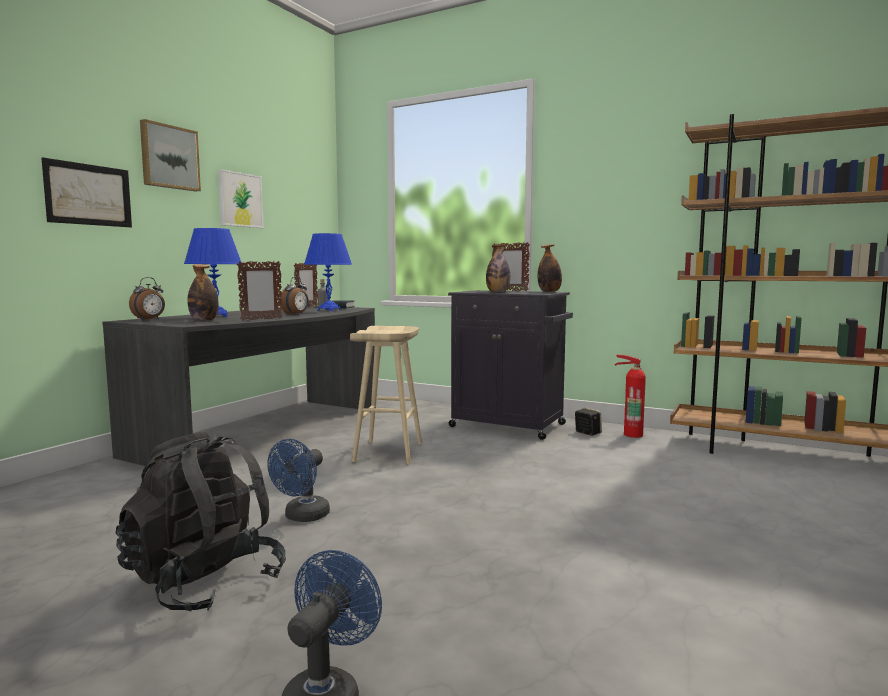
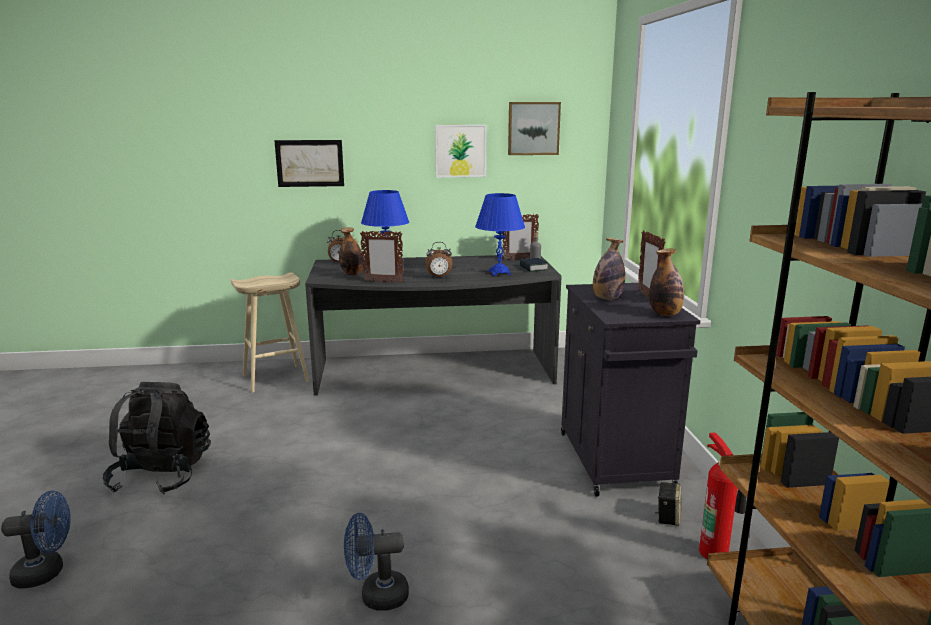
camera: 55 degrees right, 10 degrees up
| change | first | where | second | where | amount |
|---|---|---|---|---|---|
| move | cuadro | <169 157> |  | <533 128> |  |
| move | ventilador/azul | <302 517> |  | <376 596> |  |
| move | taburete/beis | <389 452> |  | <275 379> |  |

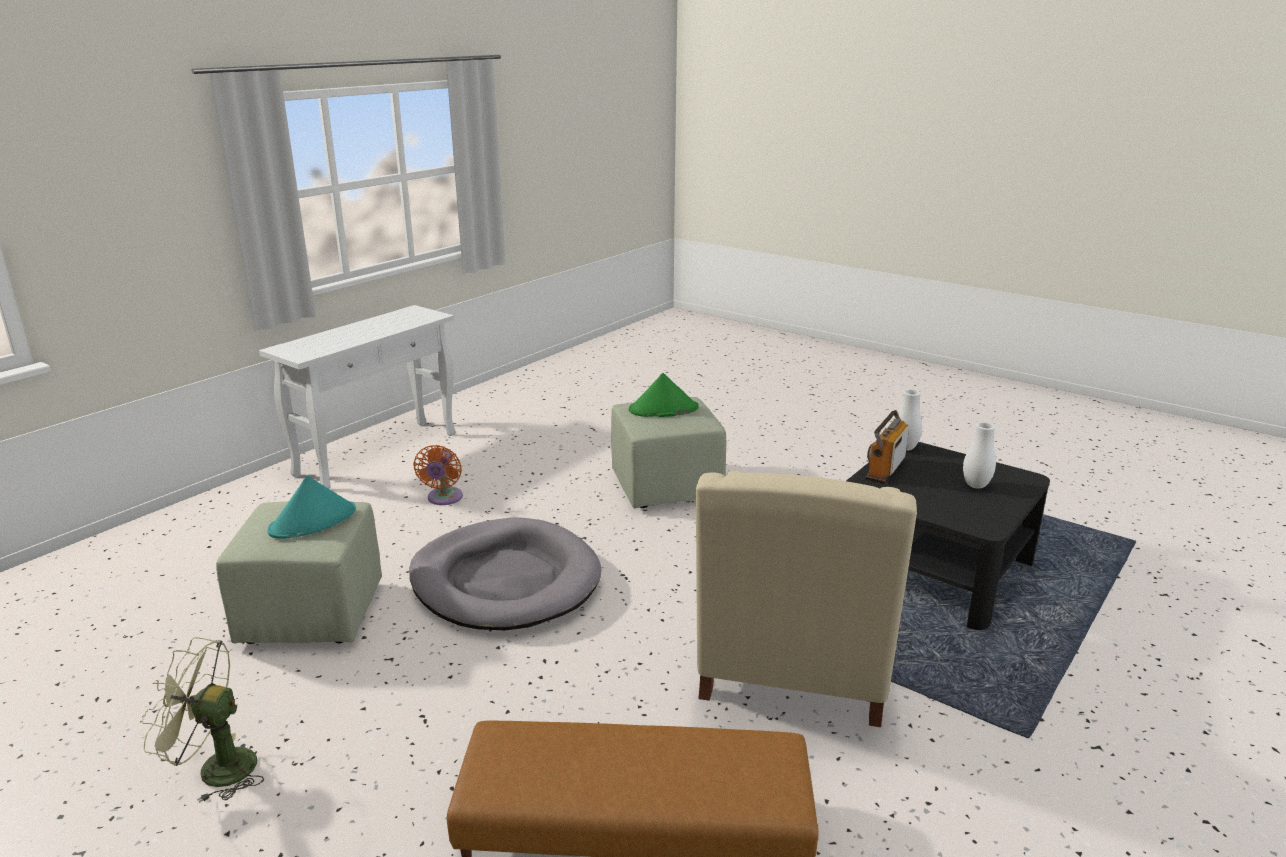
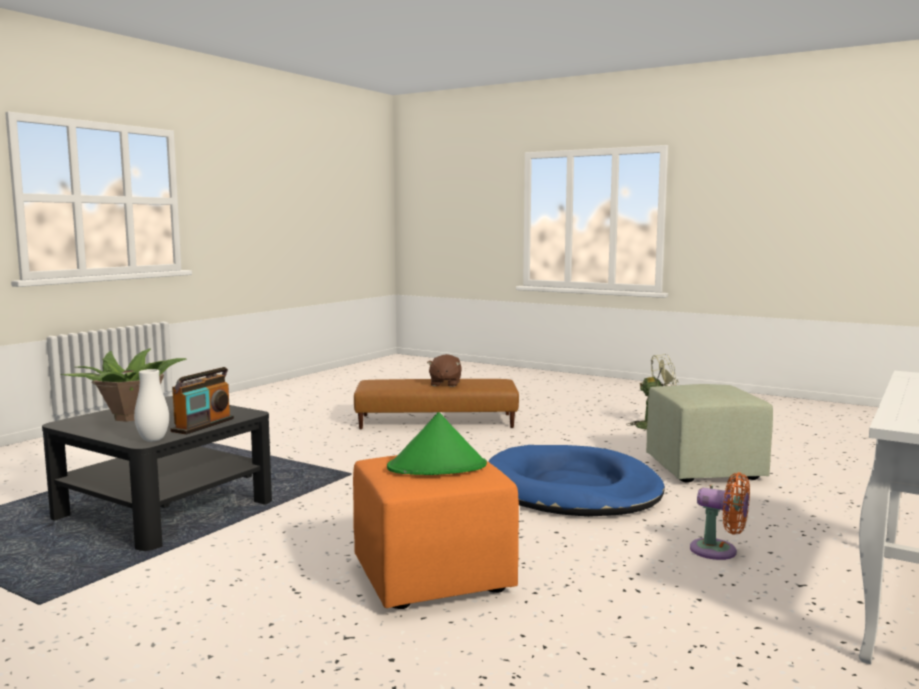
camera: 175 degrees right, 15 degrees down
| change | first | where | second | where | amount |
|---|---|---|---|---|---|
| delete | sombrero/turquesa | <313 521> |  |  |  |
| recolor | cama para perro/gris | <505 581> | cama para perro/azul | <571 489> |  |
| rotate | ventilador/naranja | <444 499> |  | <718 551> | 120 degrees clockwise |
| recolor | puf/verde | <667 486> | puf/naranja | <431 578> |  |
| delete | sillón/beis | <794 662> |  |  |  |
| replace | florero/blanco | <976 485> | planta en maceta | <130 418> |  |
| insert |  |  | peluche/marrón | <445 384> |  |

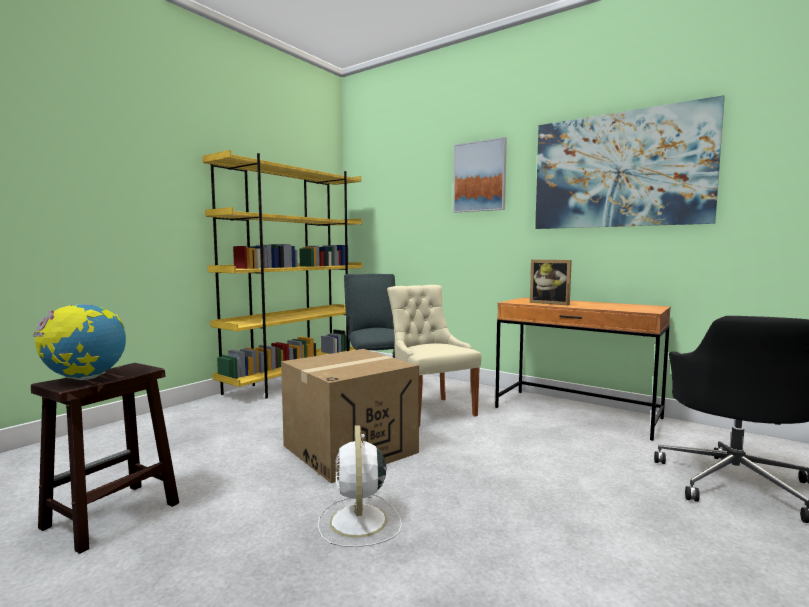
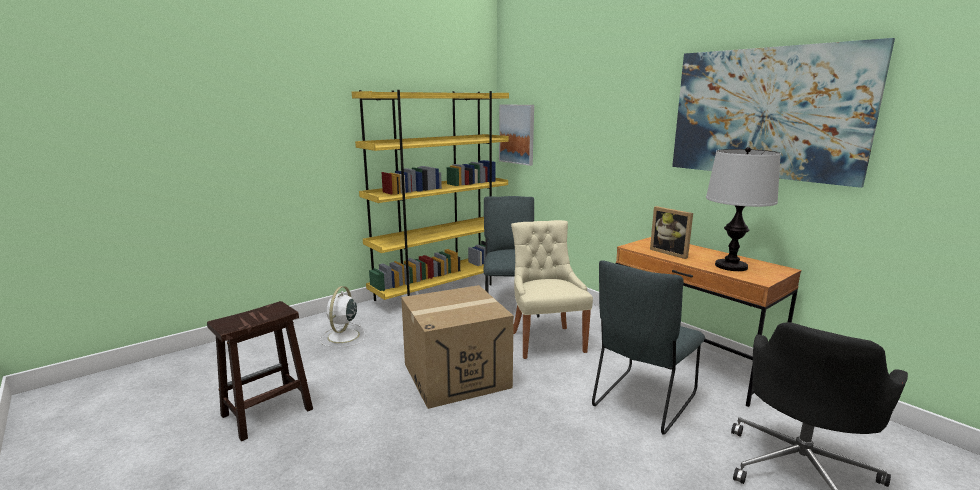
camera: 15 degrees right, 10 degrees up
| change | first | where | second | where | amount |
|---|---|---|---|---|---|
| delete | globo terráqueo | <85 378> |  |  |  |
| move | ventilador/blanco | <358 522> |  | <343 337> |  |
| move | cuadro | <480 176> |  | <517 134> |  |
| insert |  |  | silla/gris | <642 403> |  |
| insert |  |  | lámpara de mesa | <730 266> |  |

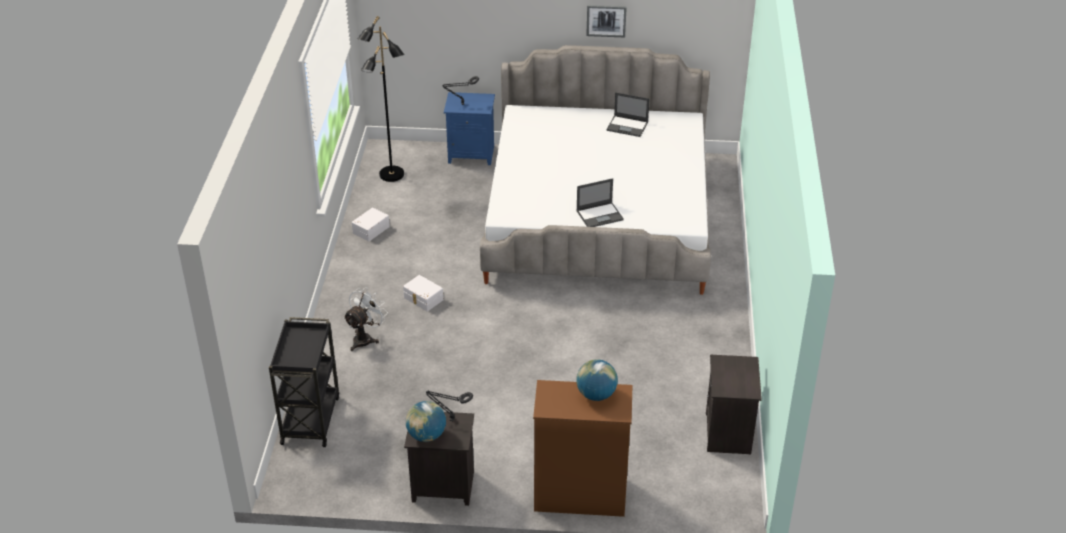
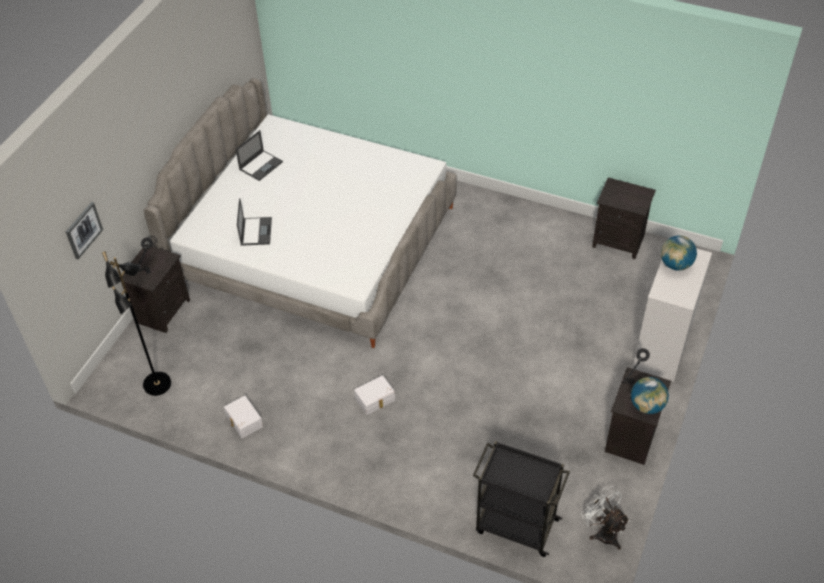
camera: 70 degrees left, 10 degrees up
| change | first | where | second | where | amount |
|---|---|---|---|---|---|
| move | ventilador/blanco | <365 338> |  | <603 532> |  |
| recolor | mesita de noche/azul | <472 154> | mesita de noche/negro | <162 310> |  |
| recolor | cómoda/marrón | <579 495> | cómoda/blanco | <662 348> |  |
| move | portátil | <600 215> |  | <256 231> |  |
| move | cuadro | <606 20> |  | <83 230> |  |

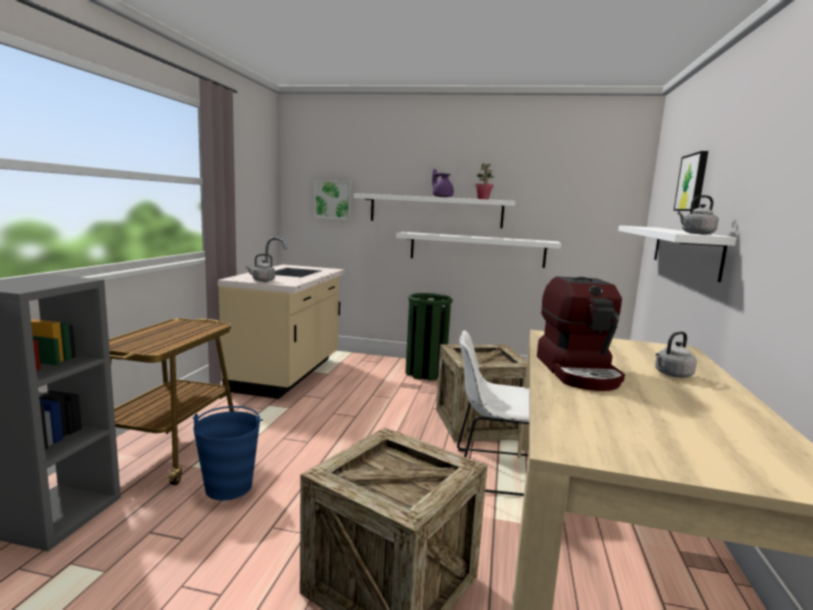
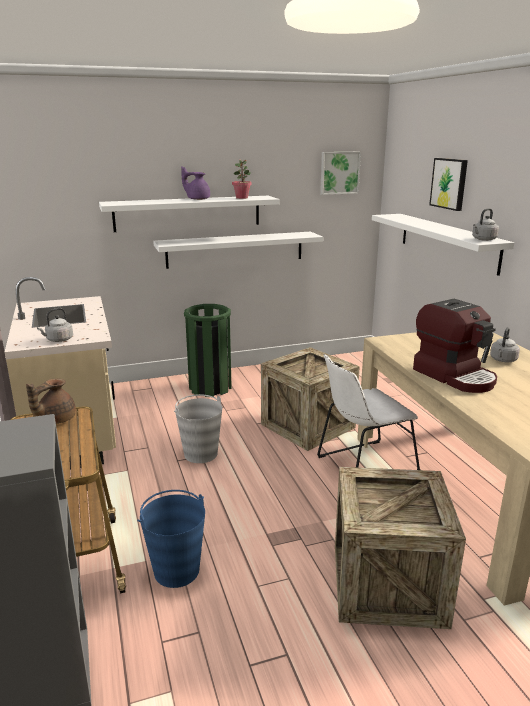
camera: 30 degrees left, 10 degrees up
| change | first | where | second | where | amount |
|---|---|---|---|---|---|
| move | cuadro | <333 199> |  | <339 173> |  |
| insert |  |  | tetera/marrón | <55 419> |  |
| insert |  |  | cubo/gris | <200 454> |  |

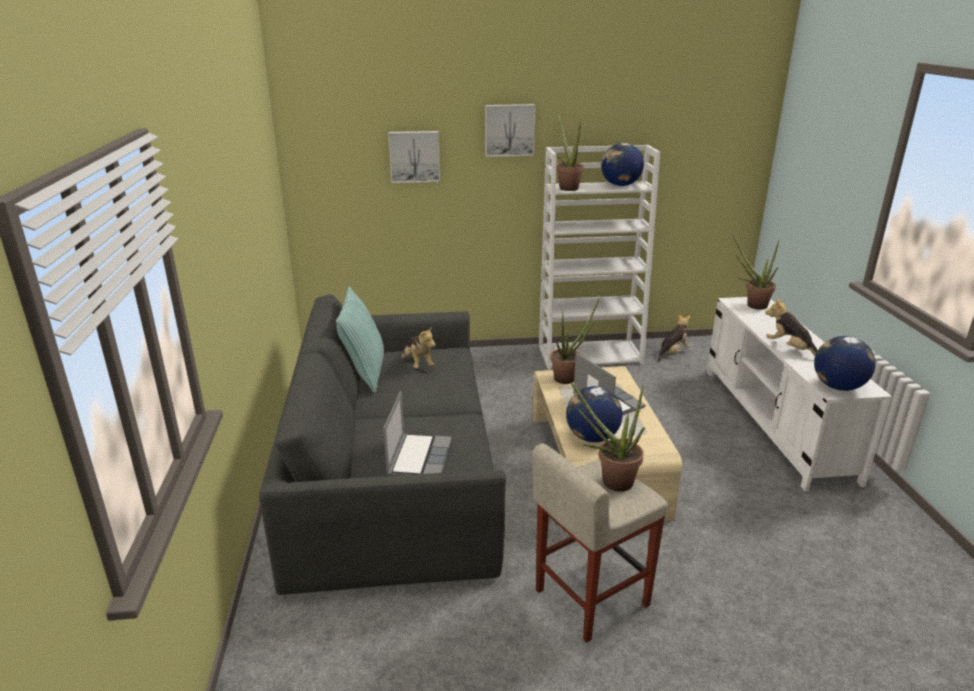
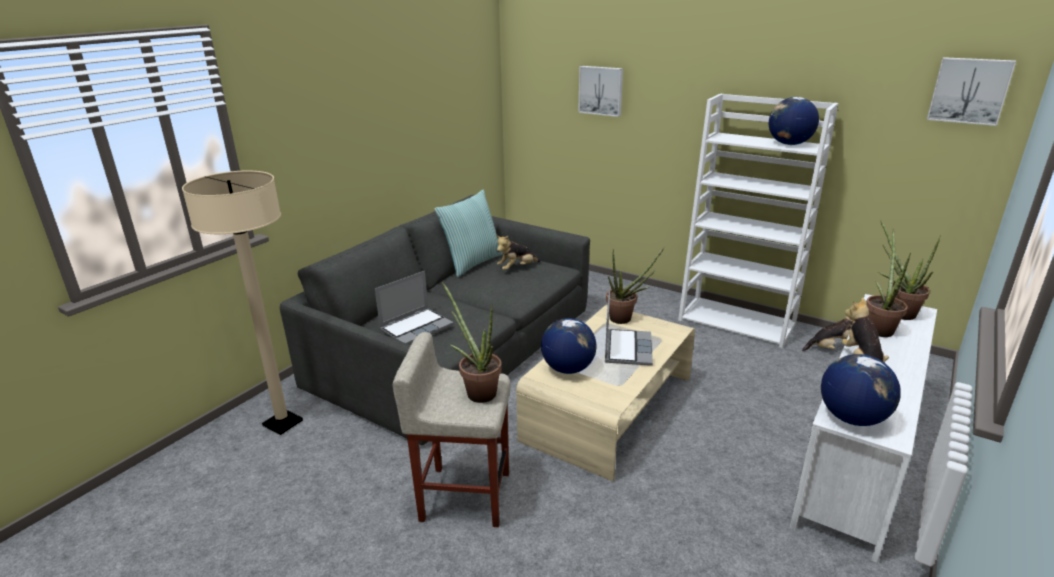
camera: 40 degrees right, 0 degrees up
| change | first | where | second | where | amount |
|---|---|---|---|---|---|
| rotate | peluche | <417 364> |  | <517 268> | 45 degrees clockwise |
| move | cuadro | <509 130> |  | <969 90> |  |
| move | planta en maceta | <566 187> |  | <878 328> |  |
| insert |  |  | lámpara de pie/beis | <283 423> |  |

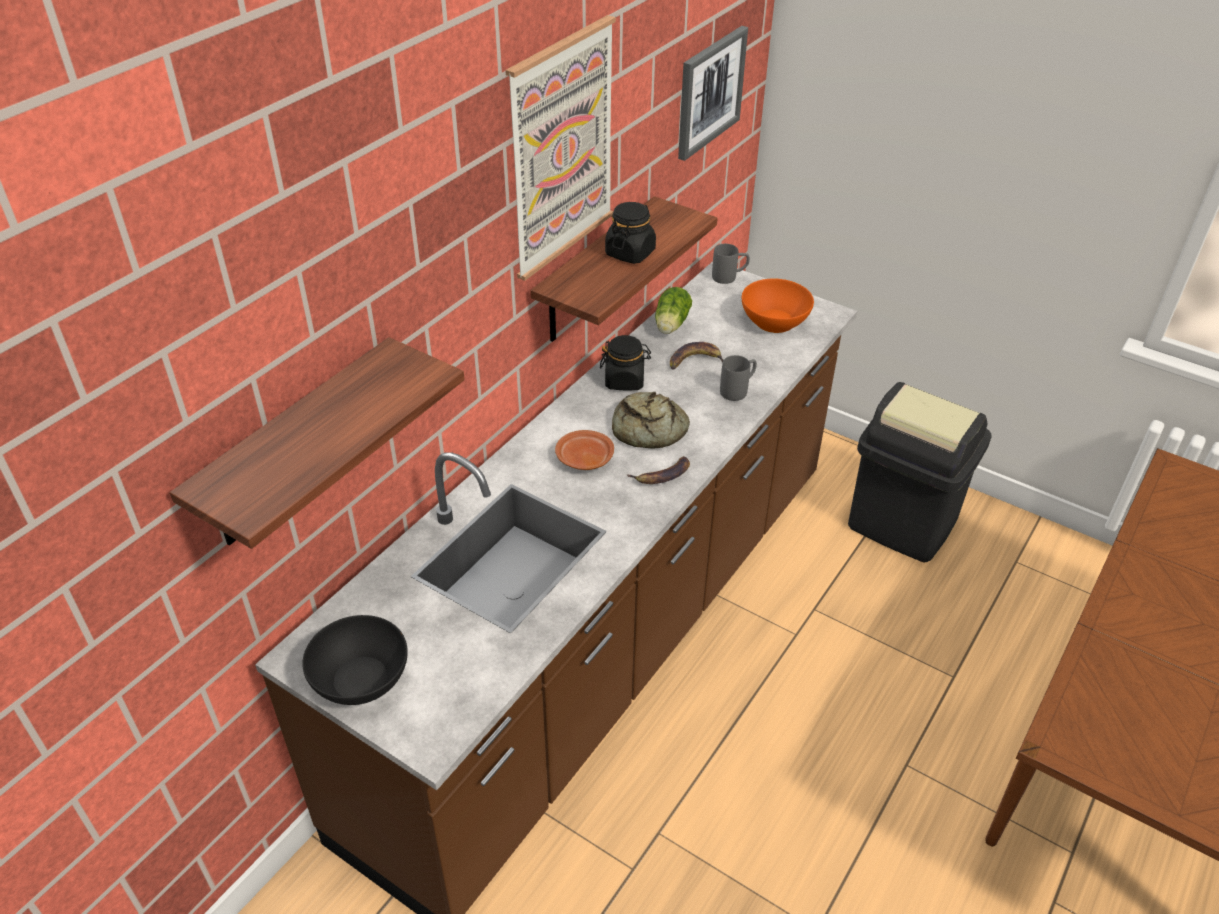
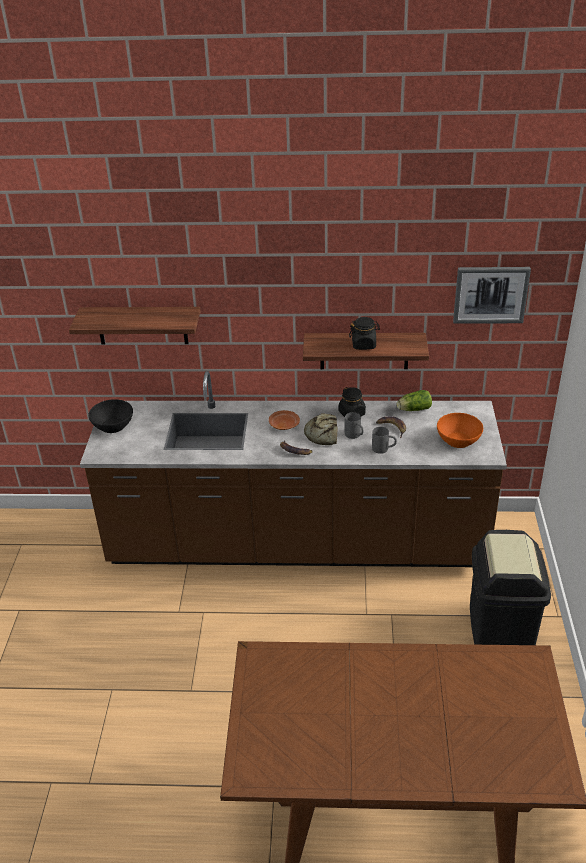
camera: 60 degrees right, 5 degrees down
| change | first | where | second | where | amount |
|---|---|---|---|---|---|
| delete | cuadro | <561 149> |  |  |  |
| move | taza grande/gris | <729 277> |  | <355 436> |  |

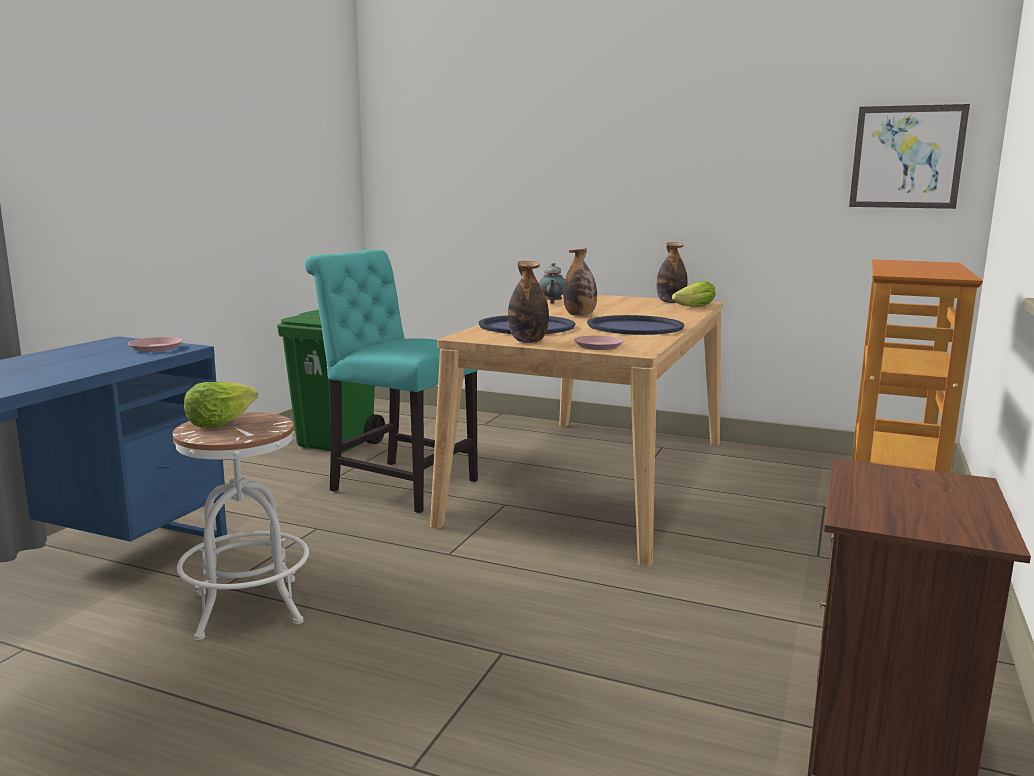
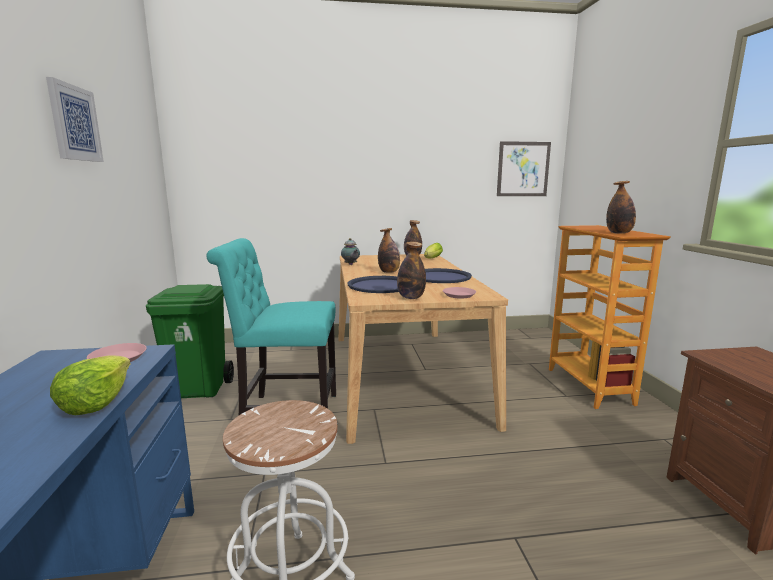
camera: 30 degrees left, 0 degrees up
| change | first | where | second | where | amount |
|---|---|---|---|---|---|
| move | lechuga | <220 422> |  | <96 402> |  |
| insert |  |  | cuadro | <74 123> |  |
| insert |  |  | botella | <619 233> |  |

